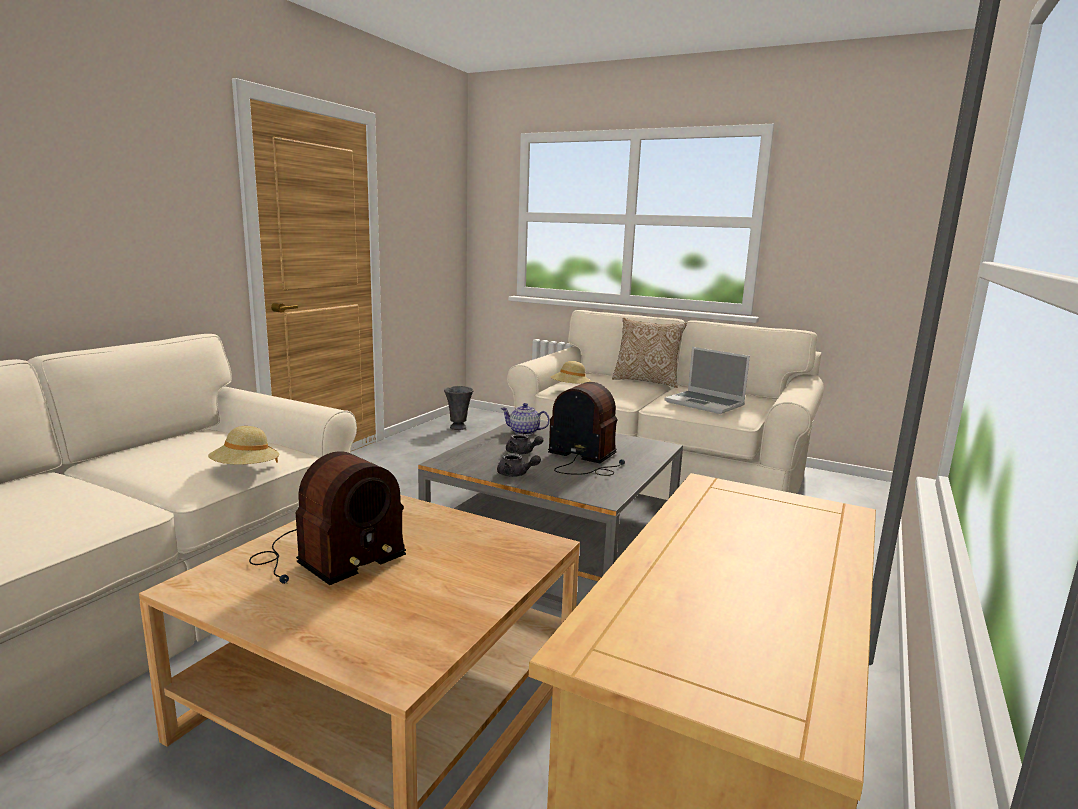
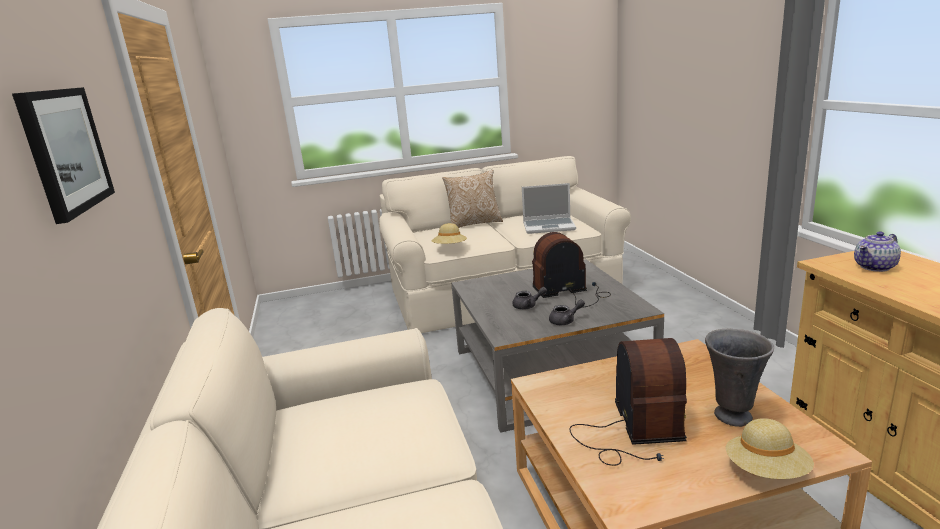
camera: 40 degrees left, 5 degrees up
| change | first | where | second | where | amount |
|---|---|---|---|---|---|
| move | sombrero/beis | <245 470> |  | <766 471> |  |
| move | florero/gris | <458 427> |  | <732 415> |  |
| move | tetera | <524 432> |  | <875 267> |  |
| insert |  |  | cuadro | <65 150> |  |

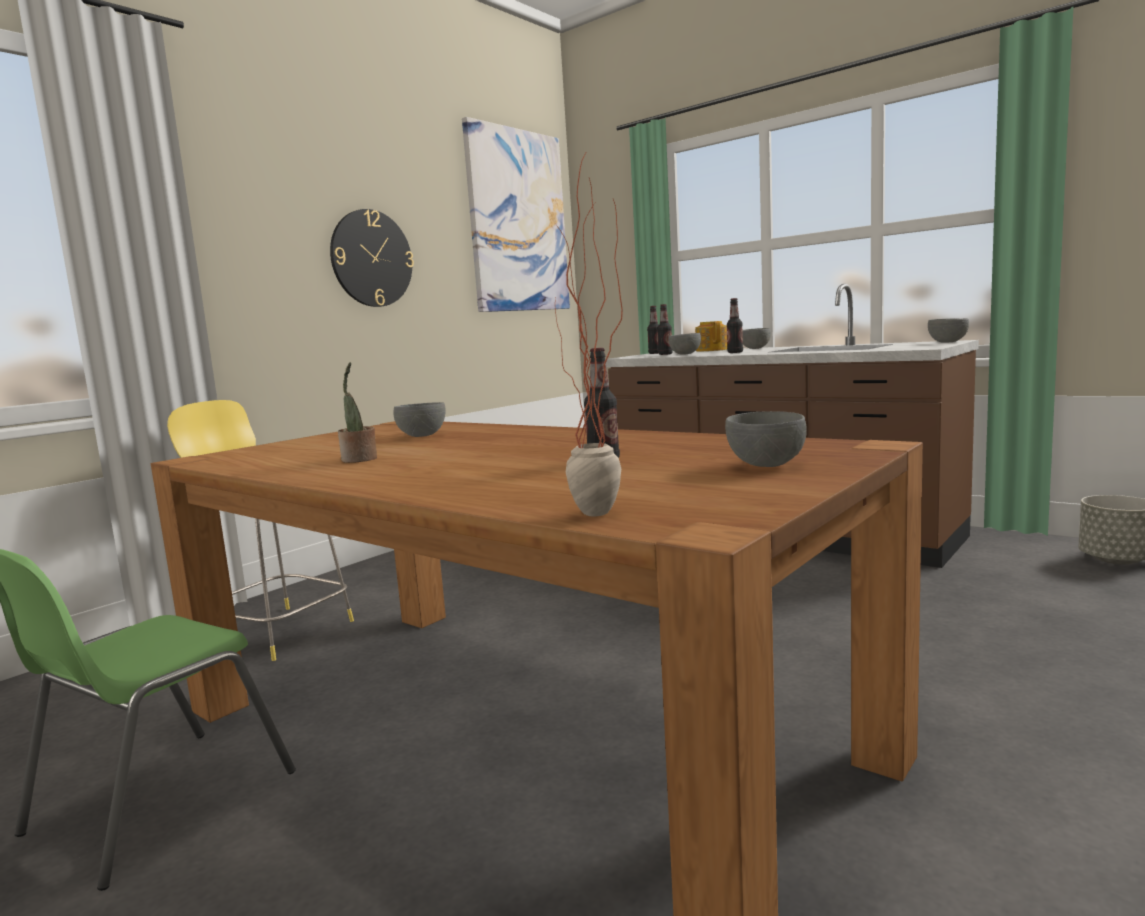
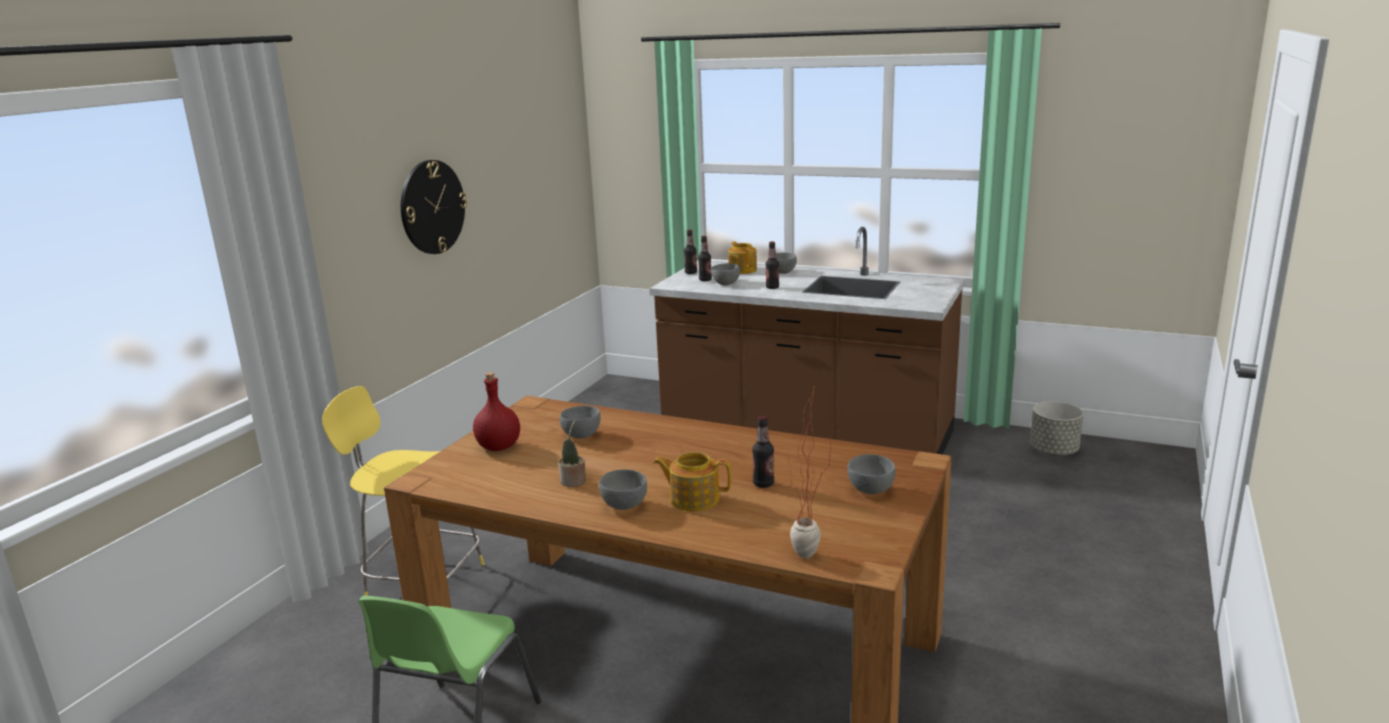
camera: 15 degrees left, 10 degrees up
| change | first | where | second | where | amount |
|---|---|---|---|---|---|
| delete | cuadro | <517 221> |  |  |  |
| move | cuenco/gris | <947 342> |  | <624 505> |  |
| insert |  |  | botella/rojo | <498 447> |  |
| insert |  |  | tetera | <693 499> |  |

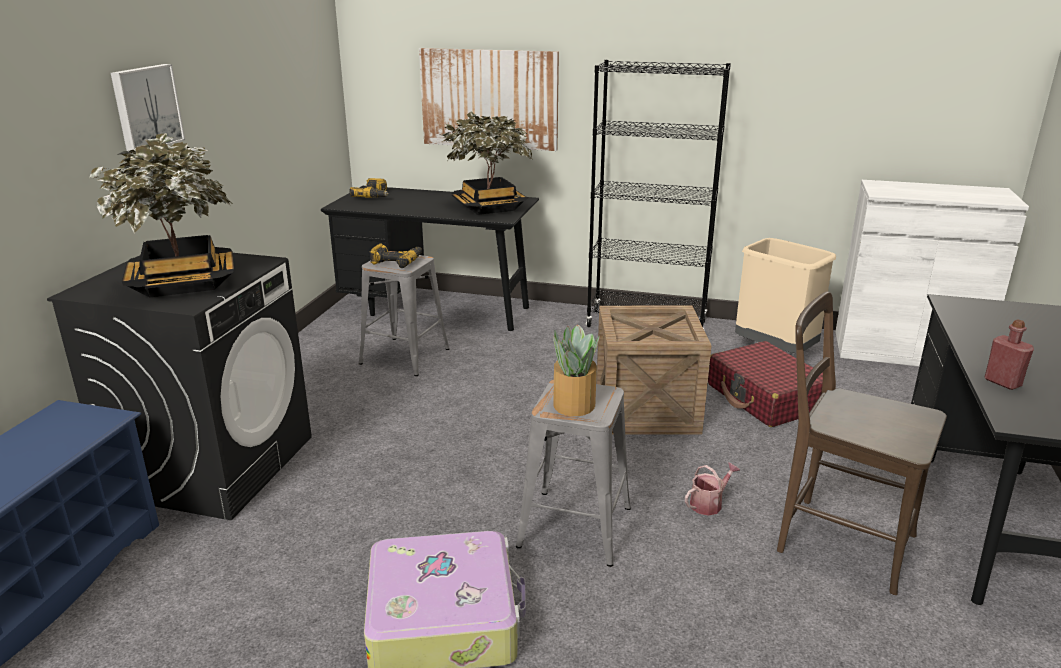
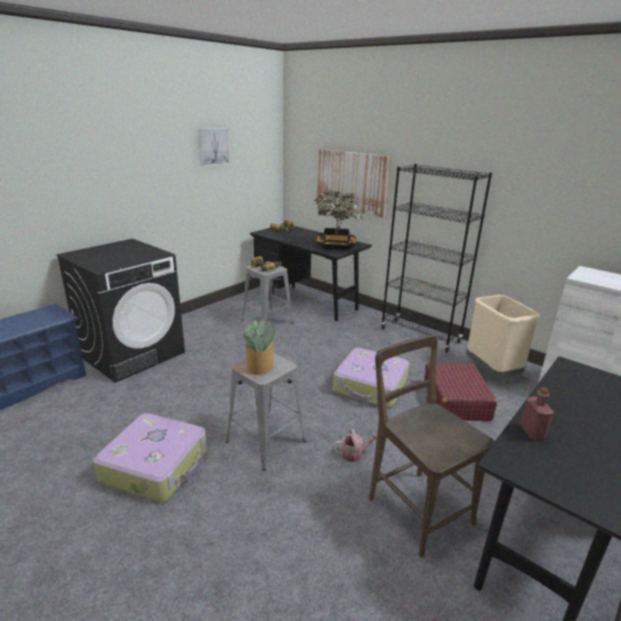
camera: 25 degrees right, 0 degrees up
| change | first | where | second | where | amount |
|---|---|---|---|---|---|
| delete | planta en maceta | <182 283> |  |  |  |
| move | cuadro | <146 108> |  | <213 146> |  |
| replace | caja de embalaje | <646 409> | maleta | <371 386> |  |

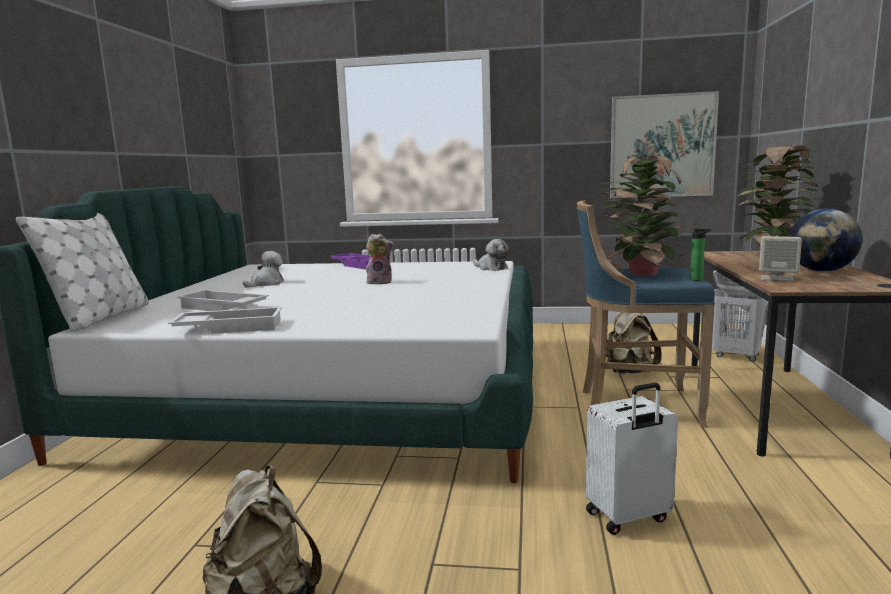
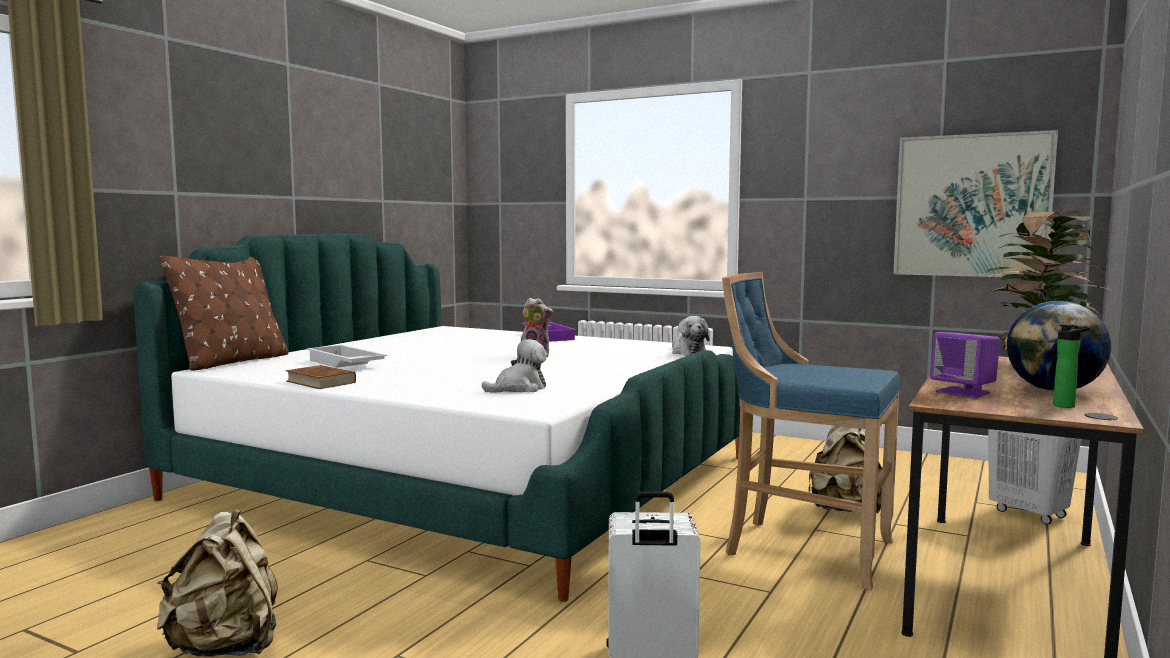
camera: 20 degrees right, 5 degrees down
| change | first | where | second | where | amount |
|---|---|---|---|---|---|
| recolor | cojín/blanco | <100 318> | cojín/marrón | <232 362> |  |
| replace | bandeja/blanco | <230 327> | libro/marrón | <321 382> |  |
| move | peluche | <266 283> |  | <519 389> |  |
| delete | planta en maceta | <640 273> |  |  |  |
| move | botella | <698 279> |  | <1067 406> |  |
| recolor | altavoz/beis | <777 278> | altavoz/morado | <964 392> |  |

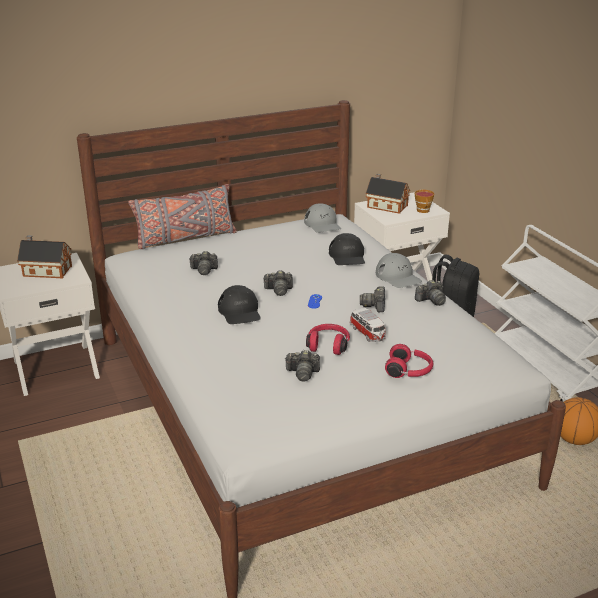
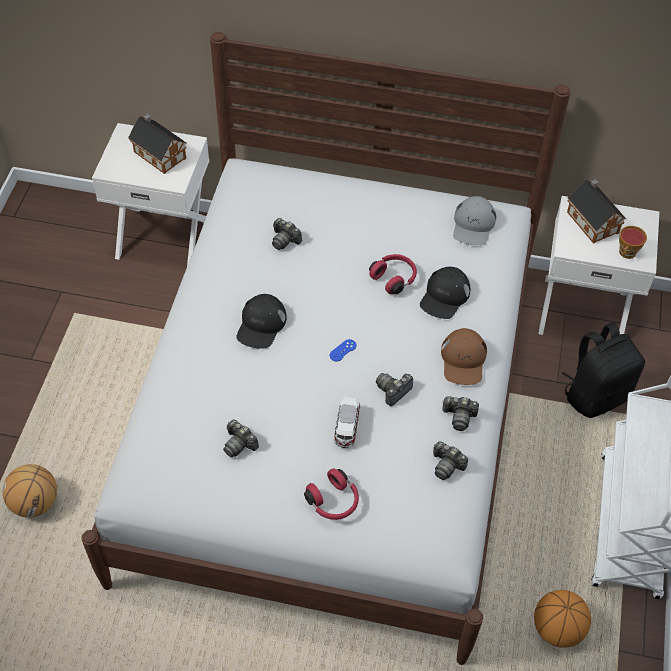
camera: 35 degrees right, 25 degrees up
| change | first | where | second | where | amount |
|---|---|---|---|---|---|
| delete | cojín/gris | <185 238> |  |  |  |
| move | cámara | <278 290> |  | <447 465> |  |
| move | auriculares/rojo | <328 345> |  | <394 278> |  |
| recolor | gorra/gris | <398 277> | gorra/marrón | <463 360> |  |
| insert |  |  | balón de baloncesto | <35 503> |  |

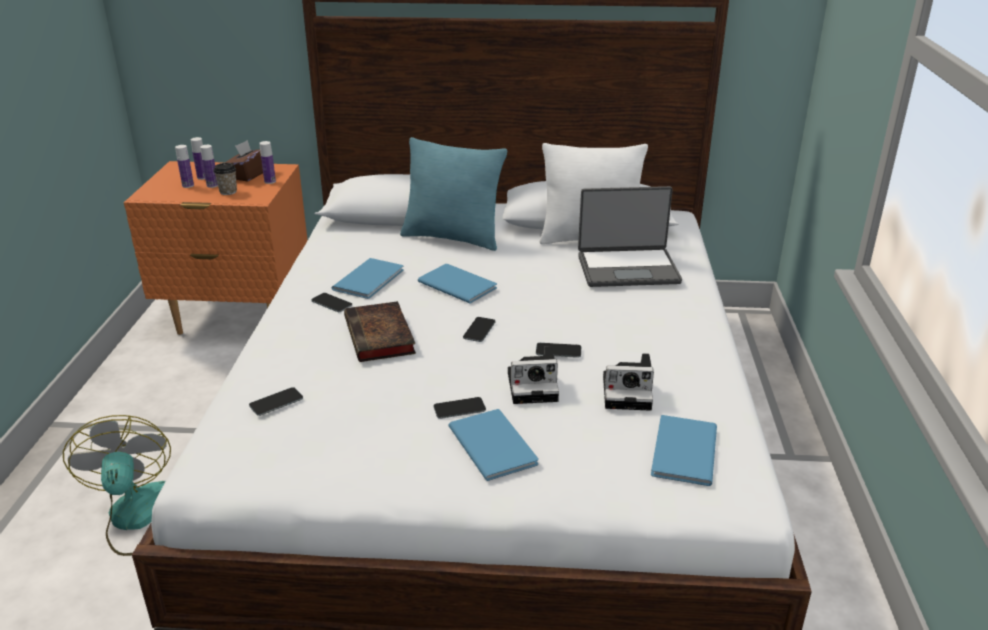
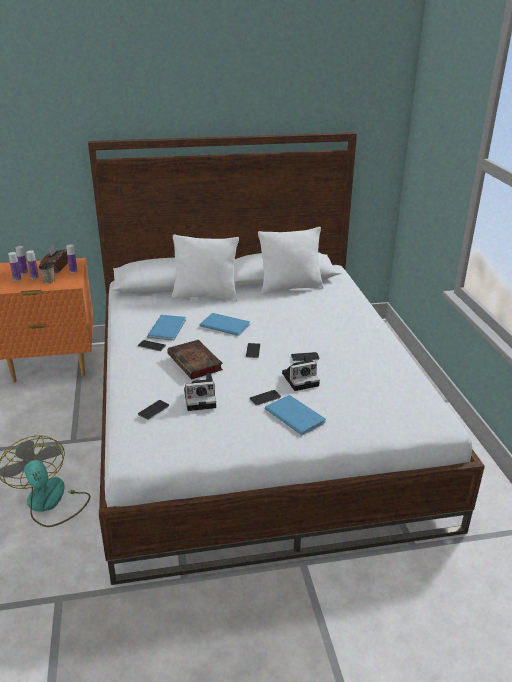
camera: 15 degrees left, 0 degrees up
| change | first | where | second | where | amount |
|---|---|---|---|---|---|
| recolor | cojín/turquesa | <452 238> | cojín/blanco | <205 296> |  |
| delete | portátil | <627 268> |  |  |  |
| move | cámara | <629 392> |  | <201 398> |  |
| delete | libro/azul | <681 452> |  |  |  |

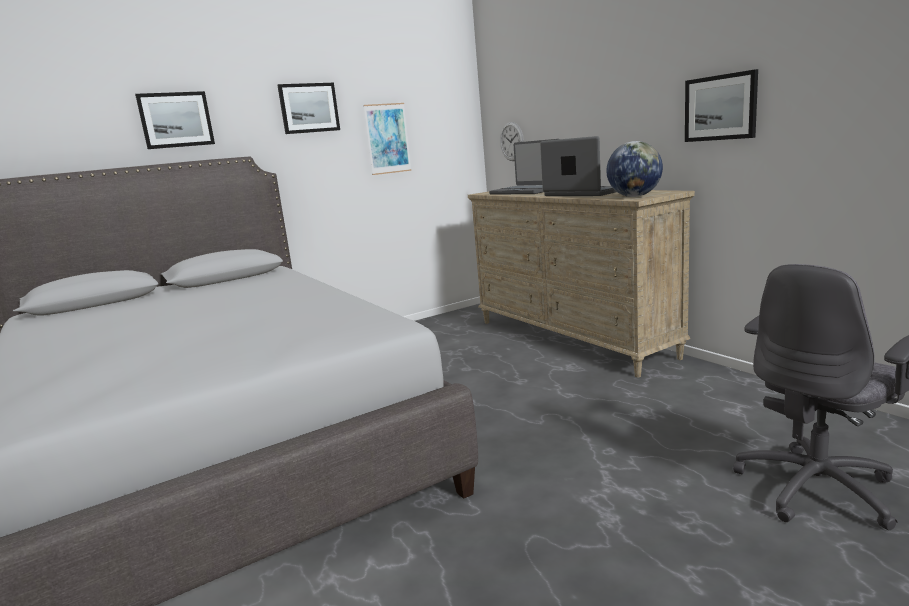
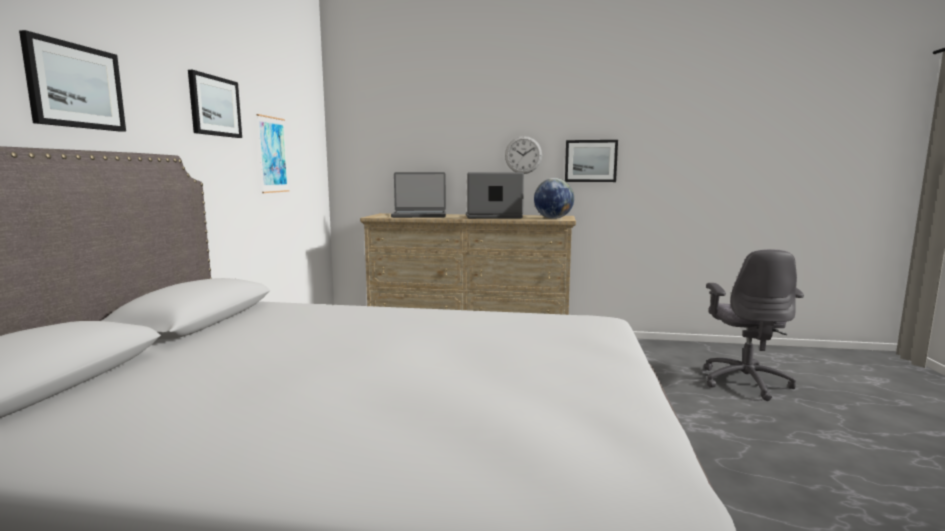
camera: 50 degrees left, 5 degrees down
| change | first | where | second | where | amount |
|---|---|---|---|---|---|
| move | reloj de pared | <511 141> |  | <523 155> |  |

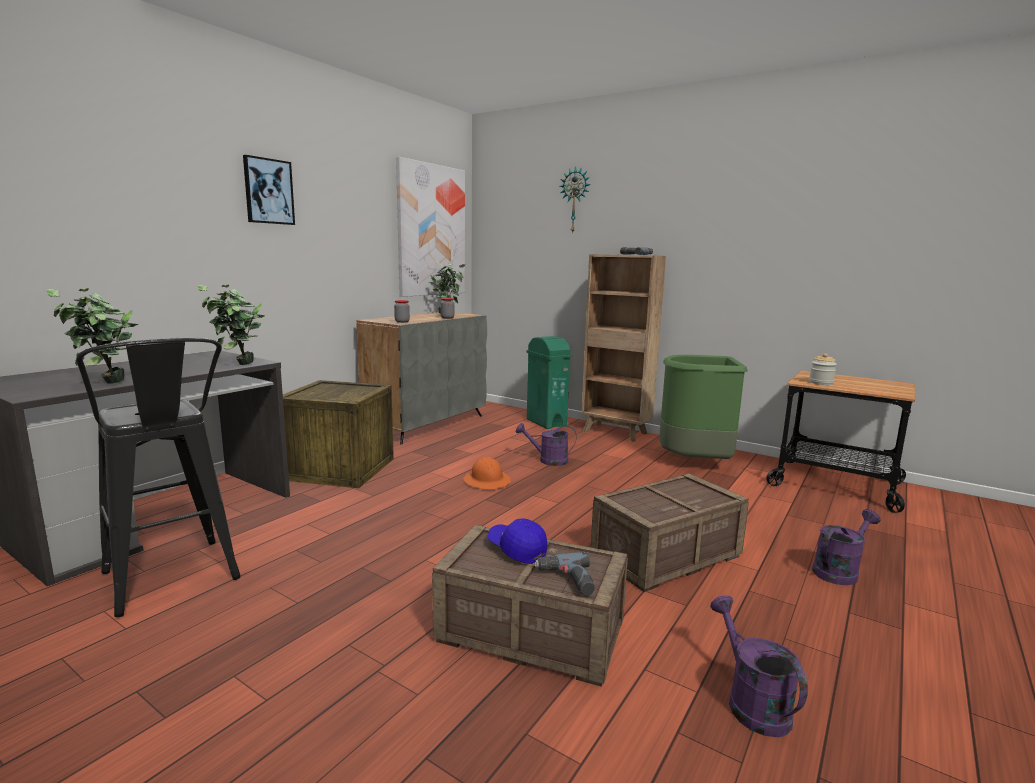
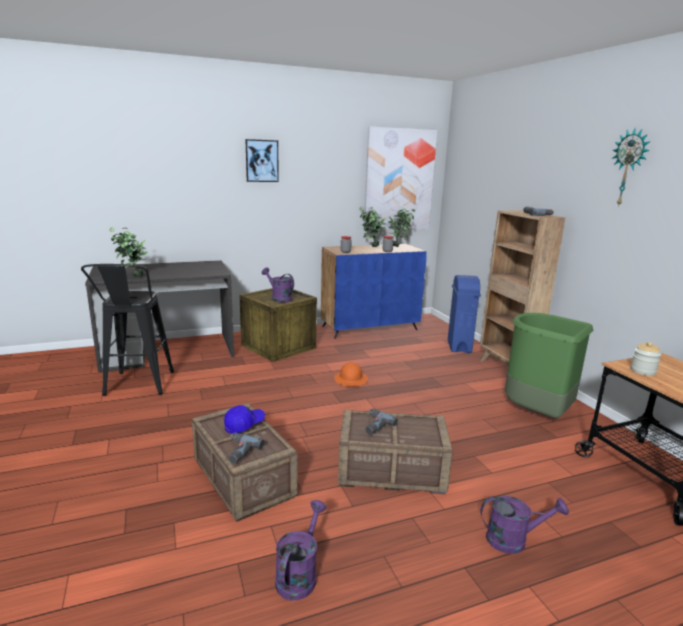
camera: 35 degrees right, 5 degrees up
| change | first | where | second | where | amount |
|---|---|---|---|---|---|
| move | planta en maceta | <237 365> |  | <371 247> |  |
| recolor | armario/gris | <427 424> | armario/azul | <370 328> |  |
| rotate | gorra/azul | <517 549> |  | <244 425> | 60 degrees clockwise |
| move | regadera/morado | <548 460> |  | <279 298> |  |
| recolor | papelera/verde | <546 422> | papelera/azul | <459 346> |  |
| move | reloj de pared | <575 200> |  | <628 168> |  |
| insert |  |  | taladro | <374 425> |  |

